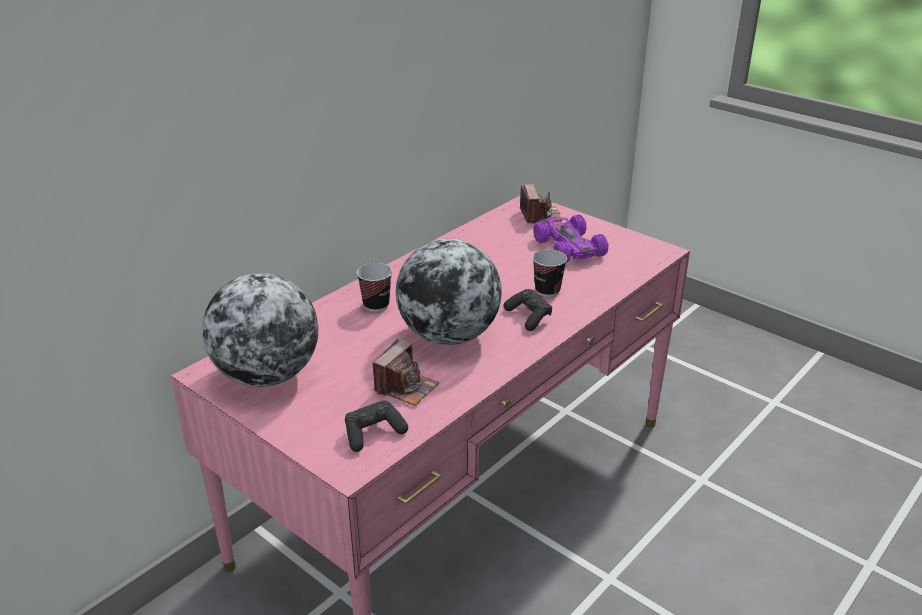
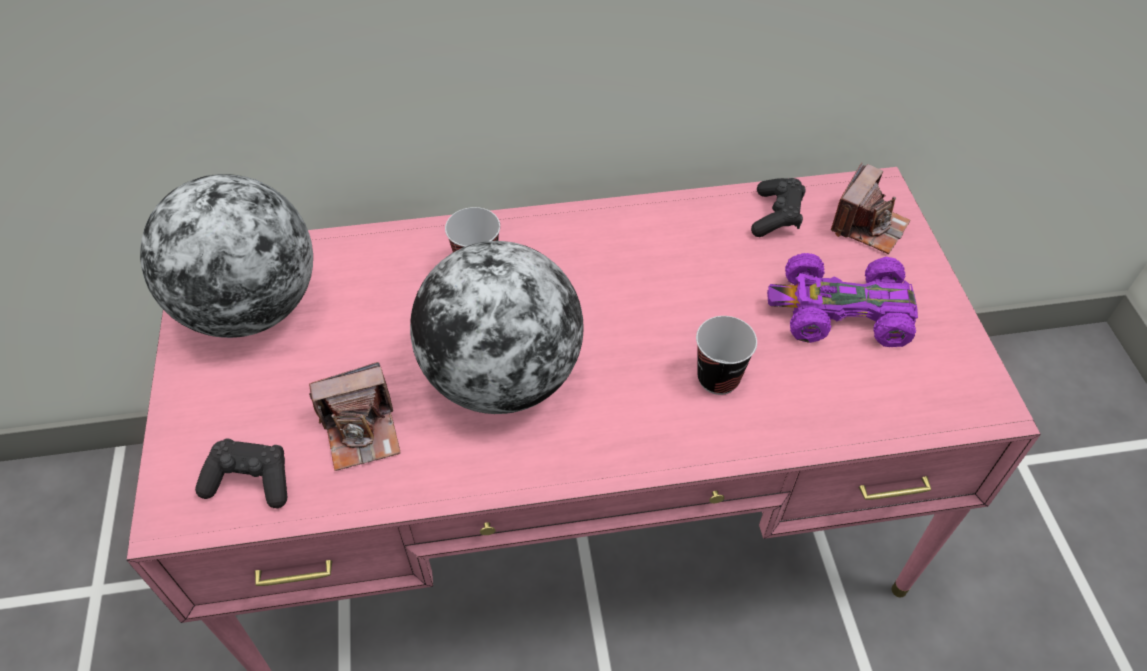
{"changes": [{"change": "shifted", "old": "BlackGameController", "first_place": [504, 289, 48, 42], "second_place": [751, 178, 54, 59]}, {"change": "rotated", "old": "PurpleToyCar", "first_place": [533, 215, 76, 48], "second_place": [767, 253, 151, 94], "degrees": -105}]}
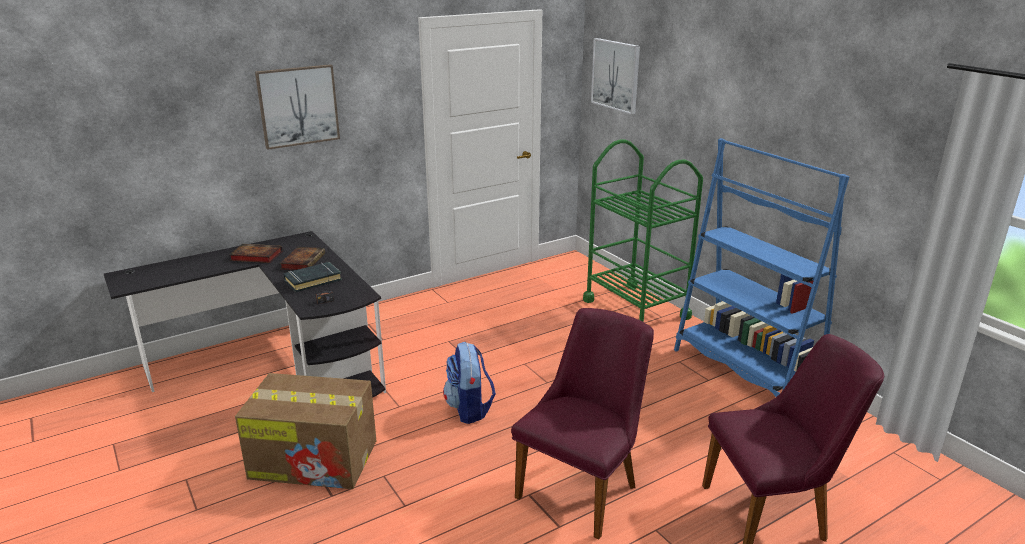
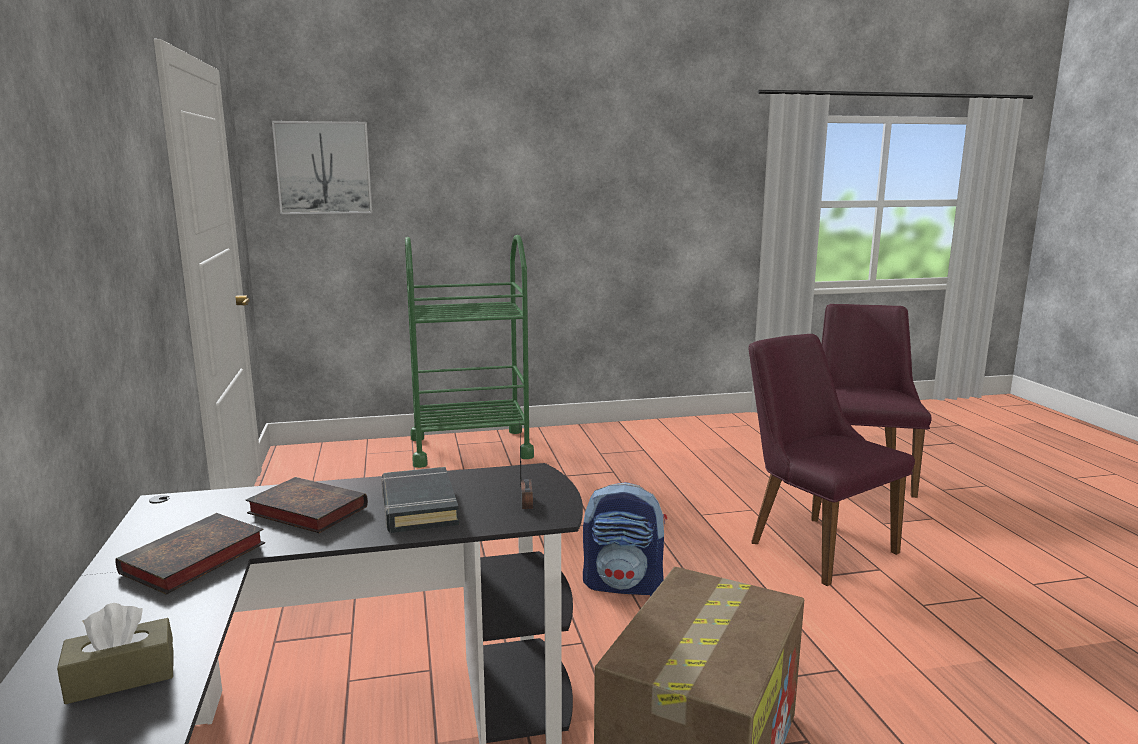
{"changes": [{"change": "gone", "old": "Picture", "first_place": [255, 64, 85, 86]}, {"change": "gone", "old": "BlueBookcase", "first_place": [674, 138, 175, 259]}, {"change": "new", "new": "BrownTissueBox", "second_place": [57, 603, 117, 101]}]}
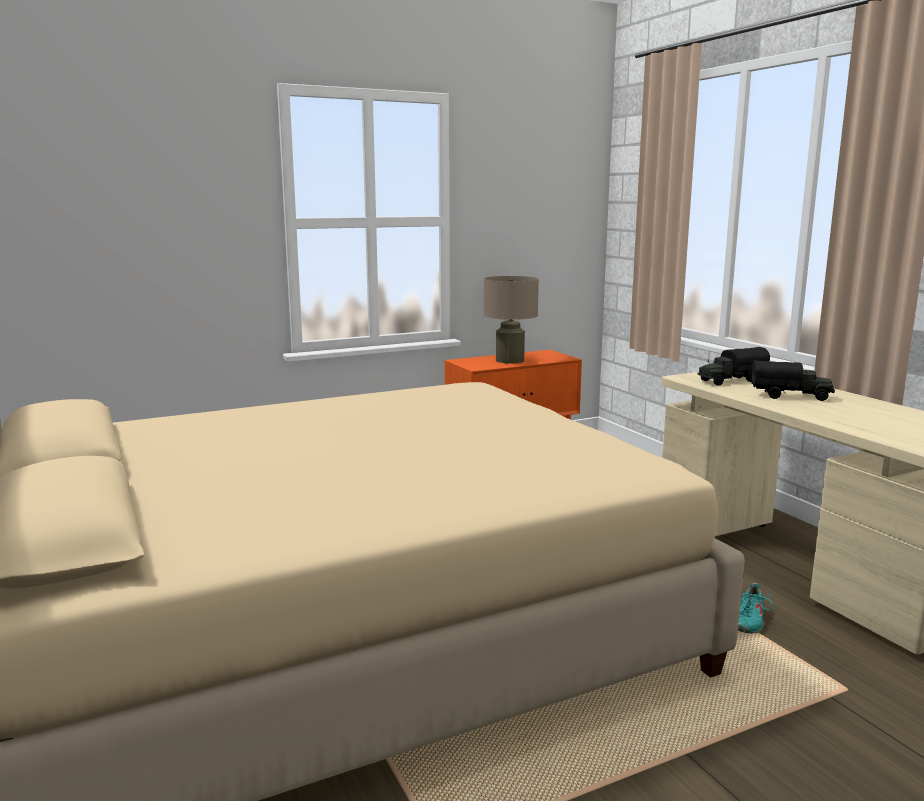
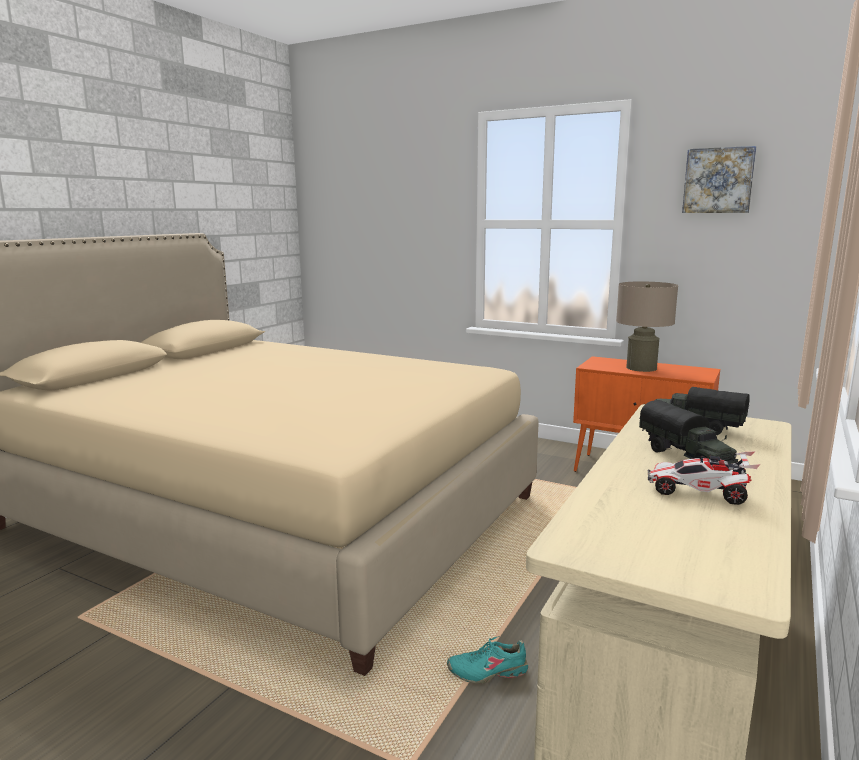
{"changes": [{"change": "new", "new": "ToyCar", "second_place": [648, 451, 113, 54]}, {"change": "new", "new": "Picture", "second_place": [682, 146, 74, 67]}]}
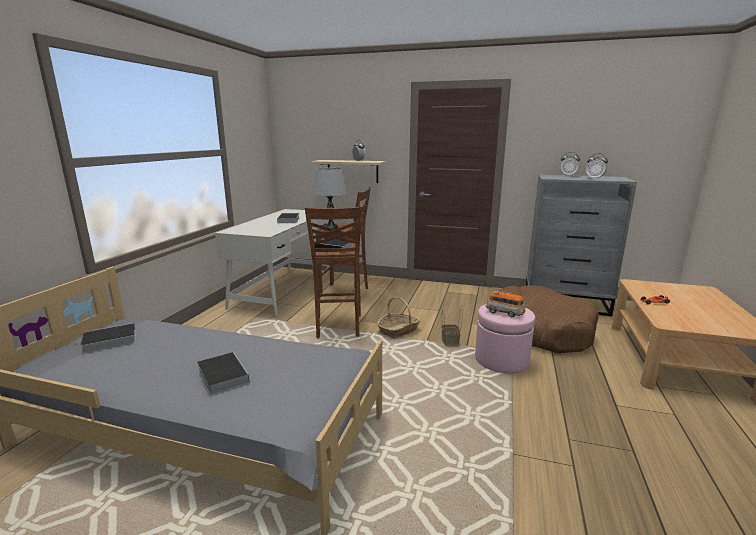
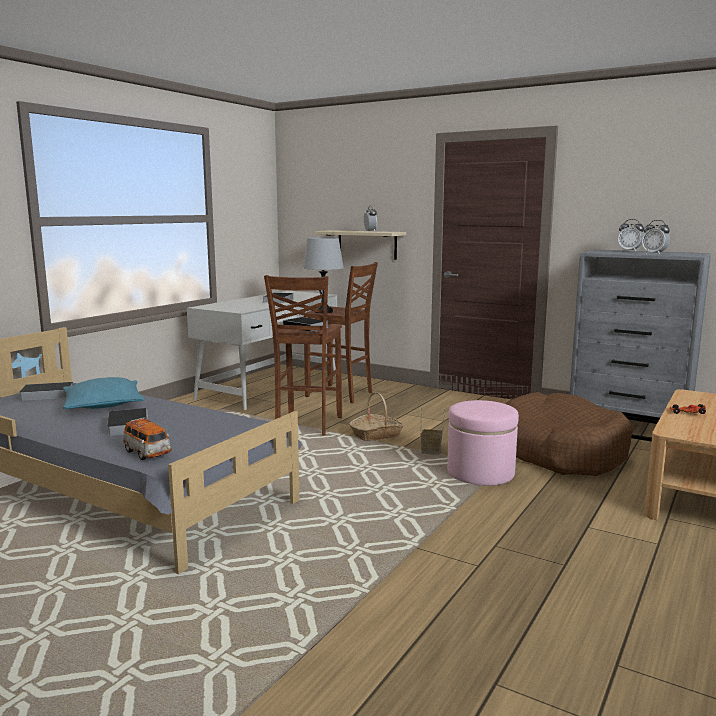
{"changes": [{"change": "shifted", "old": "ToyCar", "first_place": [486, 290, 40, 27], "second_place": [123, 417, 49, 43]}, {"change": "new", "new": "TurquoisePillow", "second_place": [63, 377, 82, 32]}]}
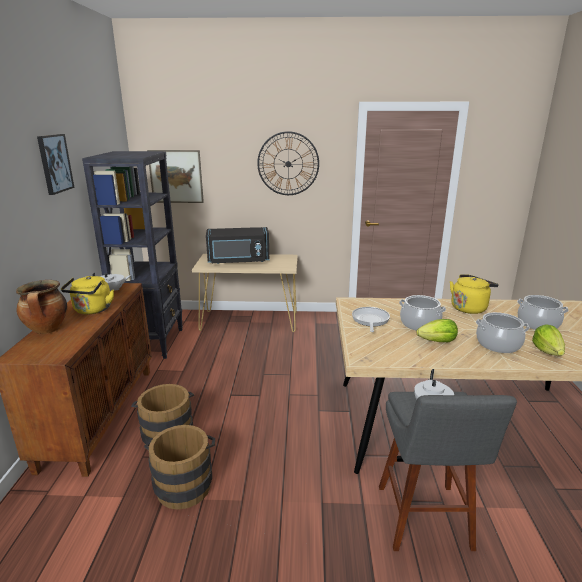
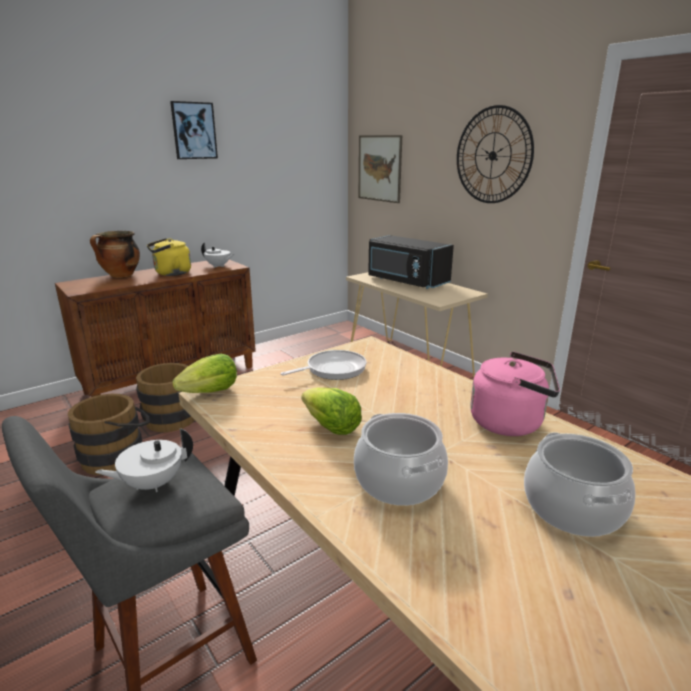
{"changes": [{"change": "gone", "old": "BlackBookcase", "first_place": [82, 151, 101, 208]}, {"change": "gone", "old": "CookingPot", "first_place": [399, 295, 47, 36]}, {"change": "repainted", "old": "YellowKettle", "new": "PinkKettle", "first_place": [450, 274, 49, 40], "second_place": [470, 352, 90, 84]}, {"change": "shifted", "old": "Lettuce", "first_place": [532, 324, 33, 32], "second_place": [172, 354, 65, 39]}]}
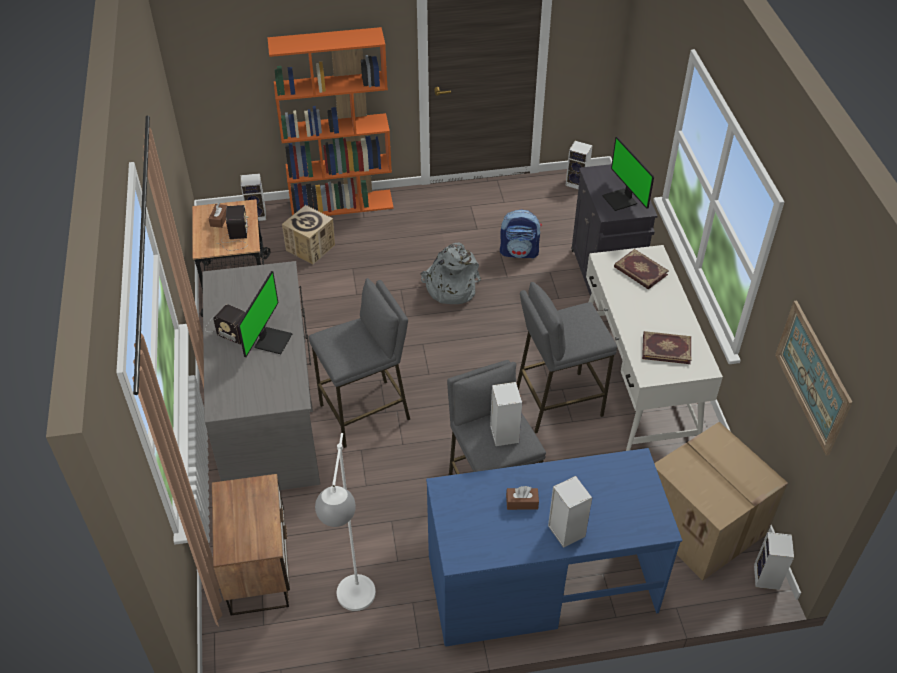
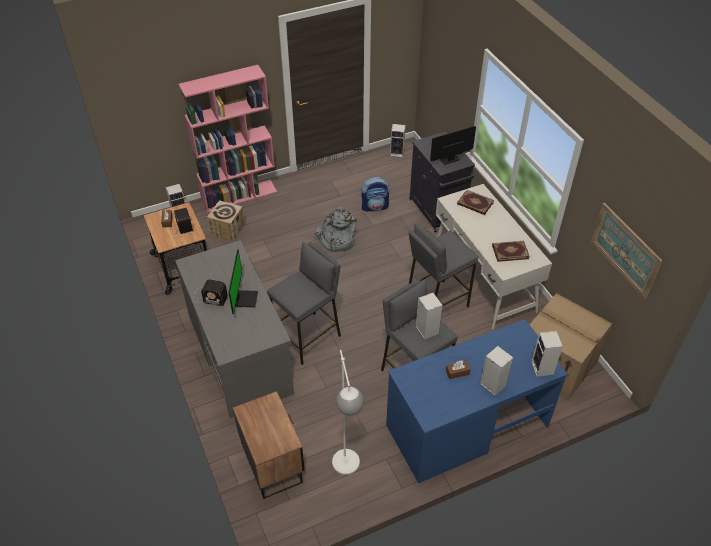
{"changes": [{"change": "repainted", "old": "OrangeBookcase", "new": "PinkBookcase", "first_place": [267, 27, 127, 189], "second_place": [179, 65, 98, 148]}, {"change": "rotated", "old": "Monitor", "first_place": [602, 137, 52, 74], "second_place": [430, 126, 46, 39], "degrees": 105}, {"change": "shifted", "old": "Speaker", "first_place": [754, 532, 40, 58], "second_place": [531, 331, 32, 46]}]}
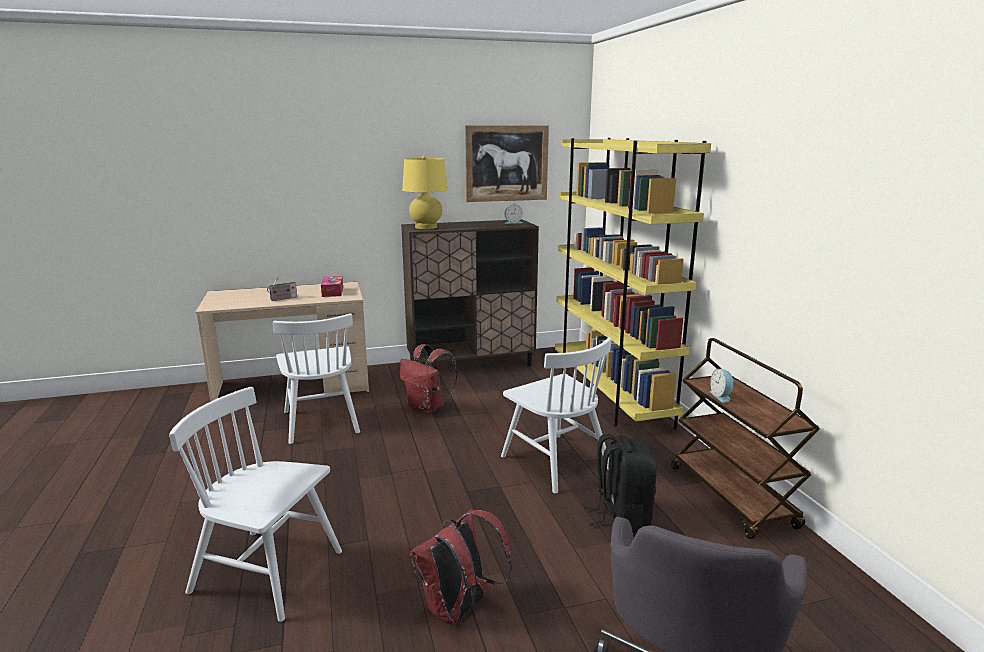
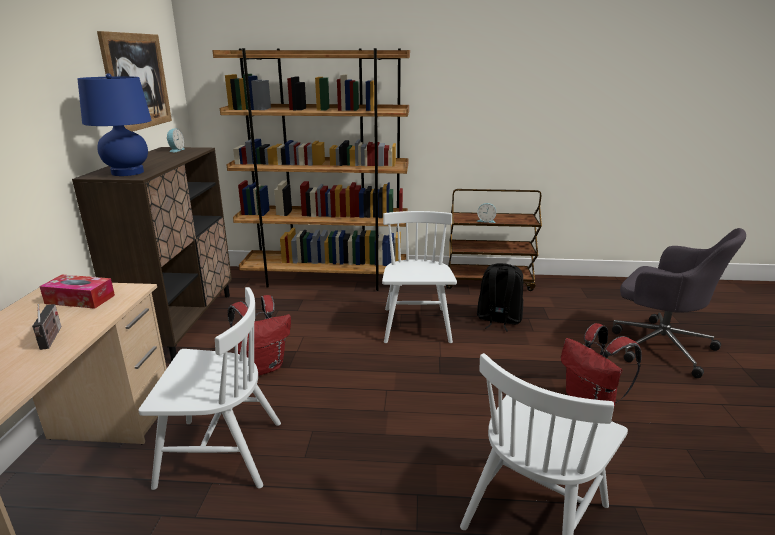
{"changes": [{"change": "repainted", "old": "YellowTableLamp", "new": "BlueTableLamp", "first_place": [402, 156, 46, 73], "second_place": [78, 73, 74, 103]}, {"change": "rotated", "old": "WhiteChair", "first_place": [501, 337, 111, 157], "second_place": [382, 211, 75, 132], "degrees": -75}, {"change": "repainted", "old": "YellowBookcase", "new": "BrownBookcase", "first_place": [555, 138, 156, 291], "second_place": [212, 48, 198, 243]}]}
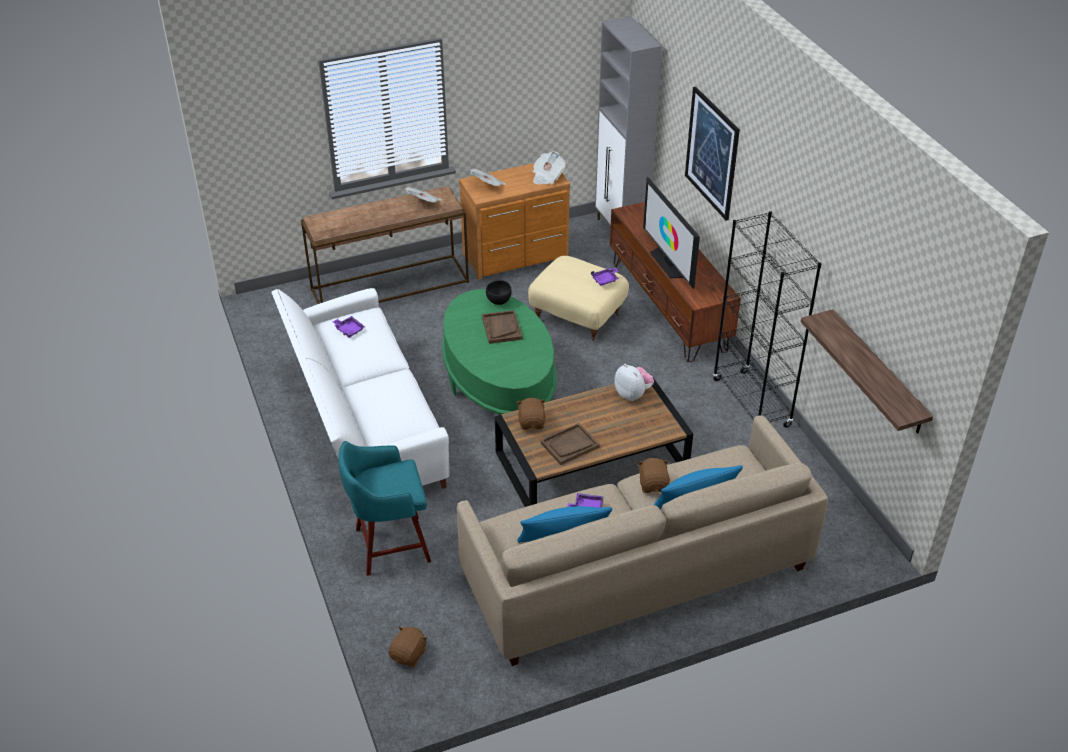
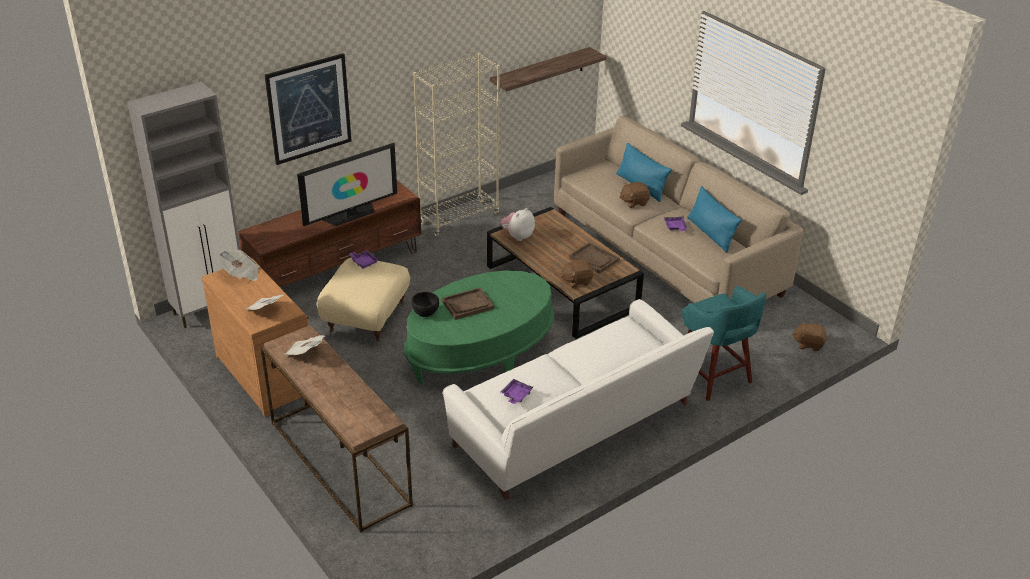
{"changes": [{"change": "repainted", "old": "BlackBookcase", "new": "BeigeBookcase", "first_place": [713, 211, 109, 217], "second_place": [413, 53, 87, 184]}]}
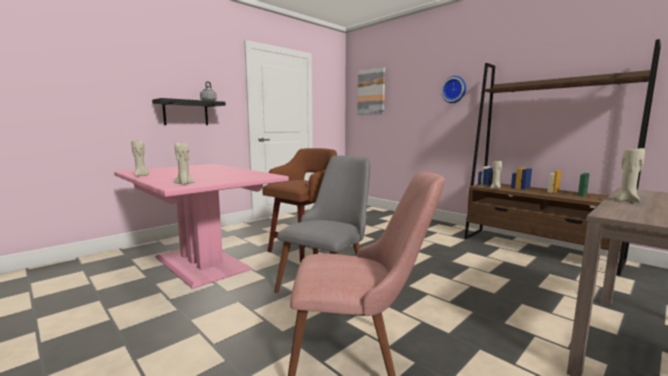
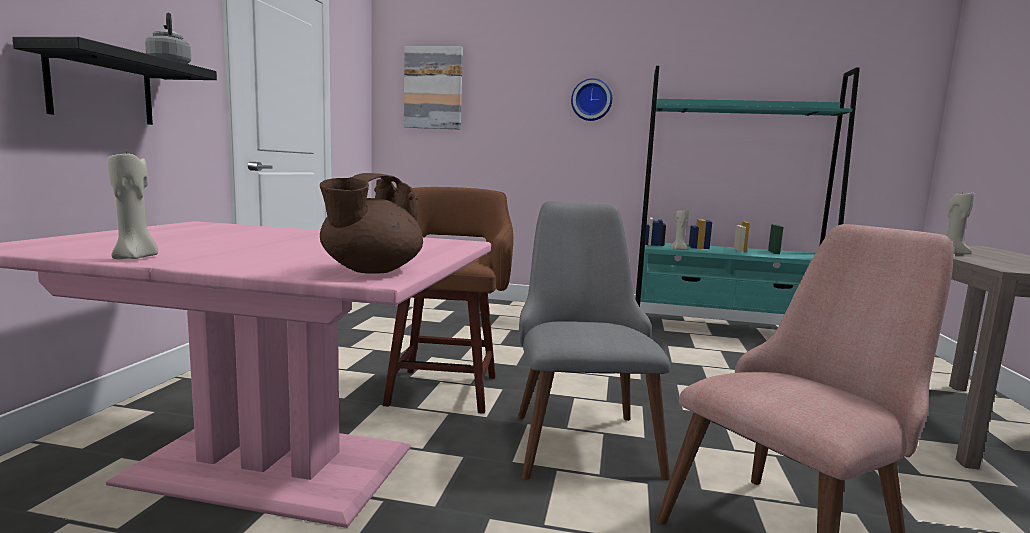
{"changes": [{"change": "swapped", "old": "BeigeCandle", "new": "BrownTeapot", "first_place": [174, 141, 21, 44], "second_place": [320, 173, 103, 101]}, {"change": "repainted", "old": "BrownBookcase", "new": "TurquoiseBookcase", "first_place": [464, 39, 197, 237], "second_place": [635, 66, 225, 248]}]}
